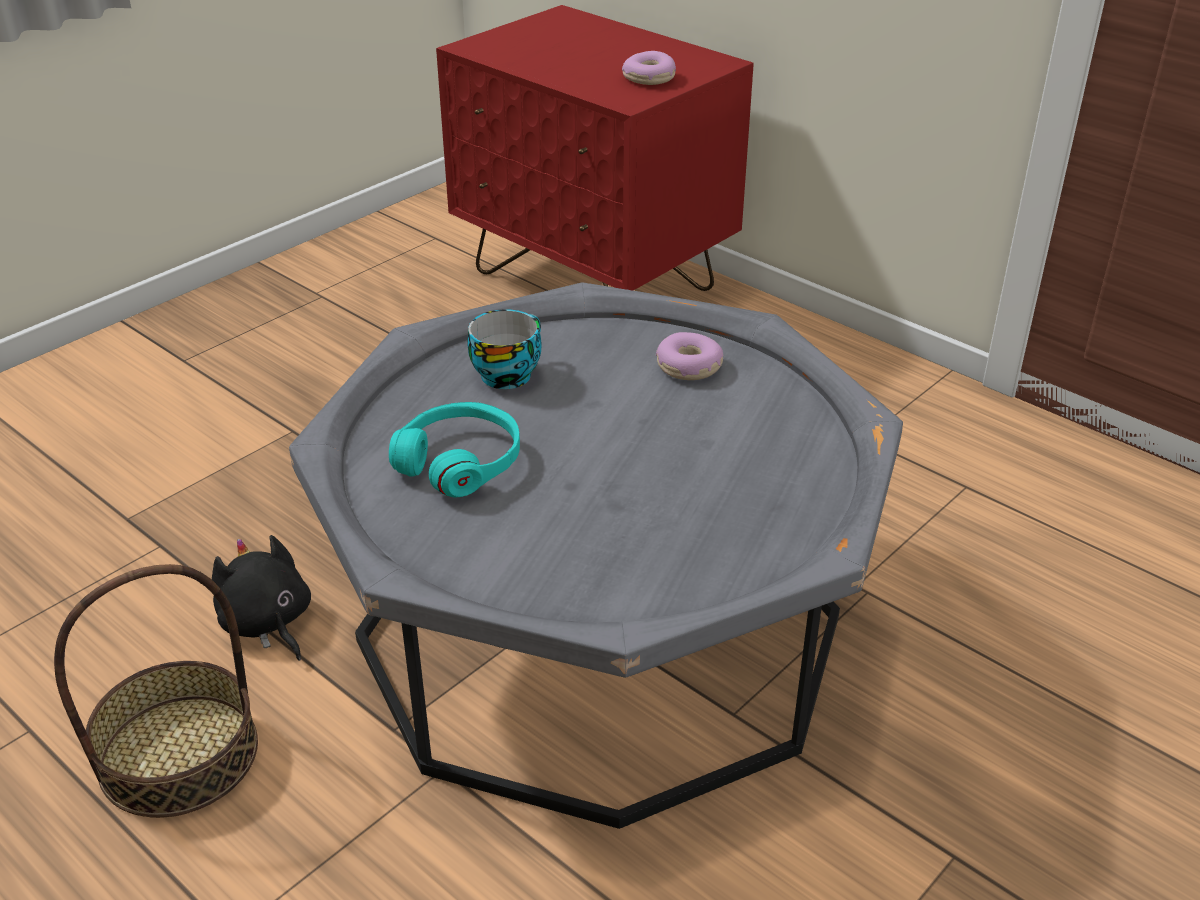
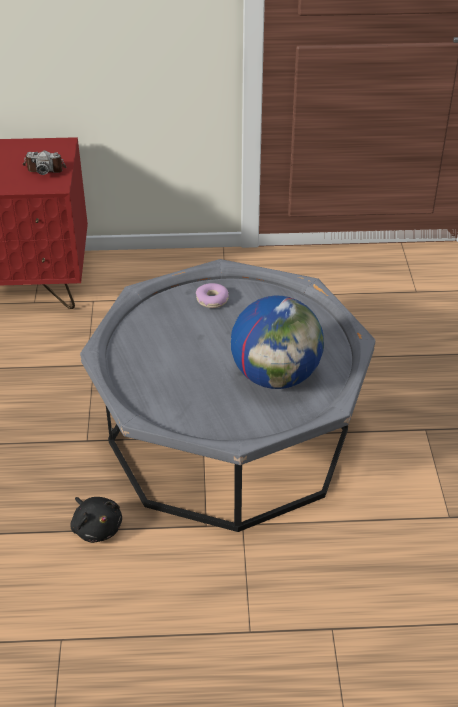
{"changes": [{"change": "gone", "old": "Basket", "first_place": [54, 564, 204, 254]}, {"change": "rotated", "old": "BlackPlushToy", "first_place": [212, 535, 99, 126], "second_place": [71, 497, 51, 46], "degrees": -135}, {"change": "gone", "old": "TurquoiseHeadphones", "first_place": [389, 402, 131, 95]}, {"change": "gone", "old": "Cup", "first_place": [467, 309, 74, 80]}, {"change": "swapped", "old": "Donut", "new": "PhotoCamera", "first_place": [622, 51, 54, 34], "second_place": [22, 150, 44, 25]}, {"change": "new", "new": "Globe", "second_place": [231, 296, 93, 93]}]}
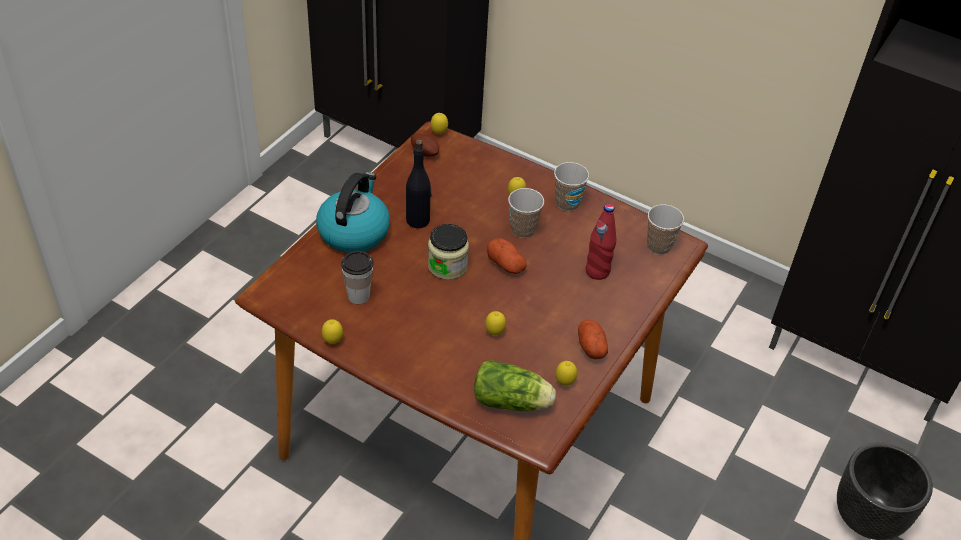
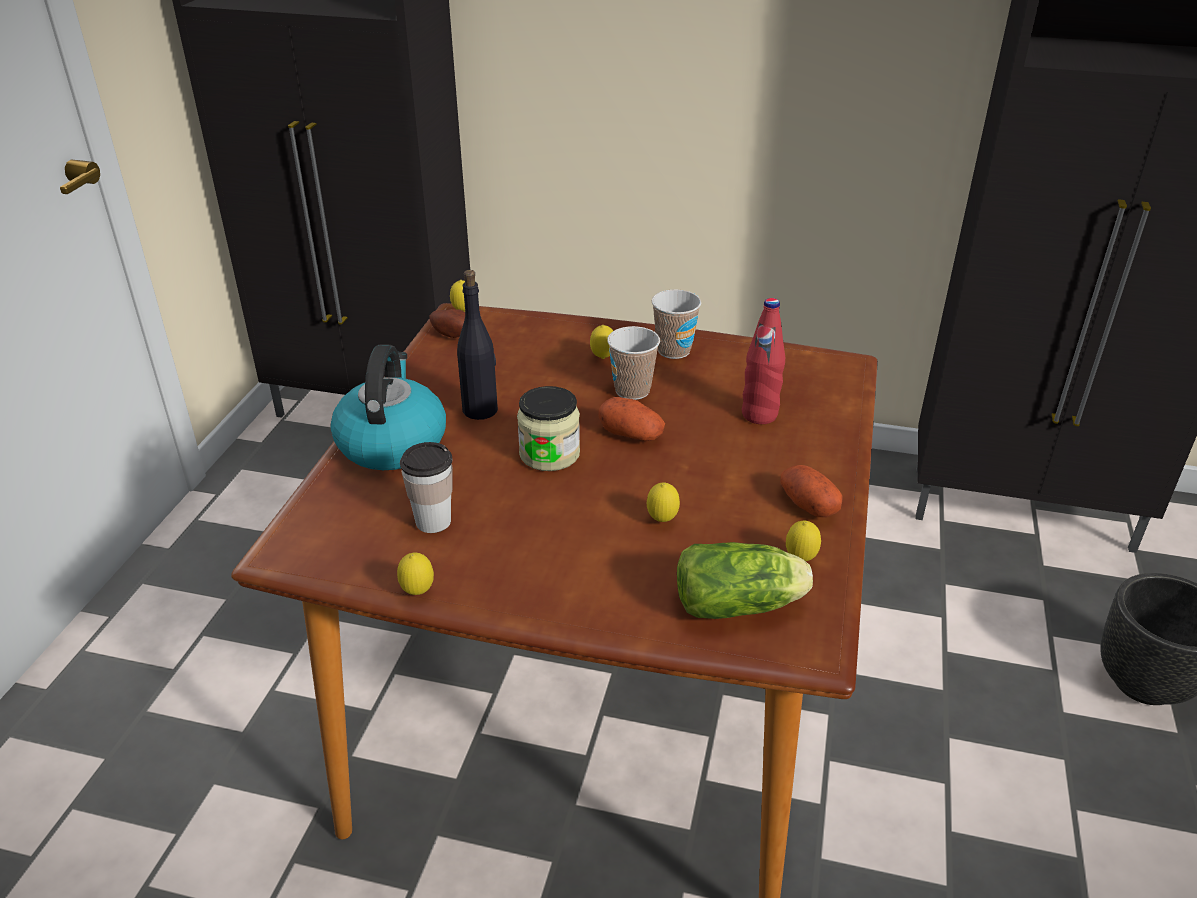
{"changes": [{"change": "gone", "old": "Cup", "first_place": [647, 204, 37, 51]}]}
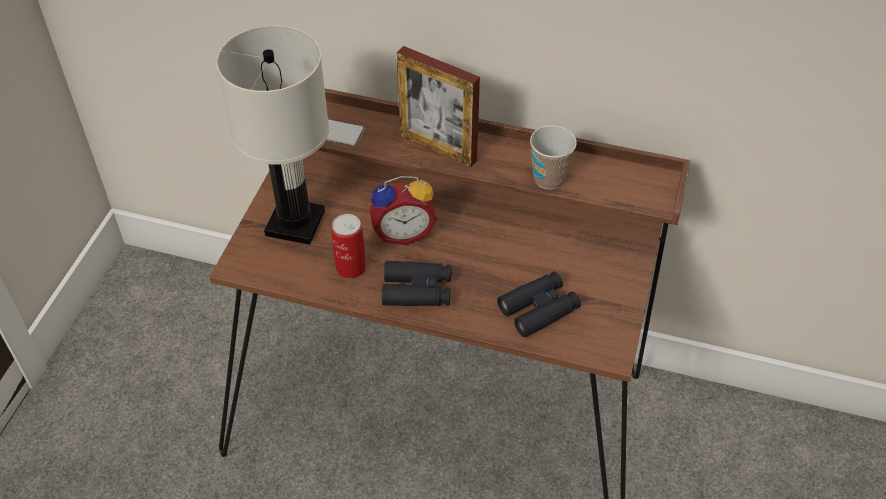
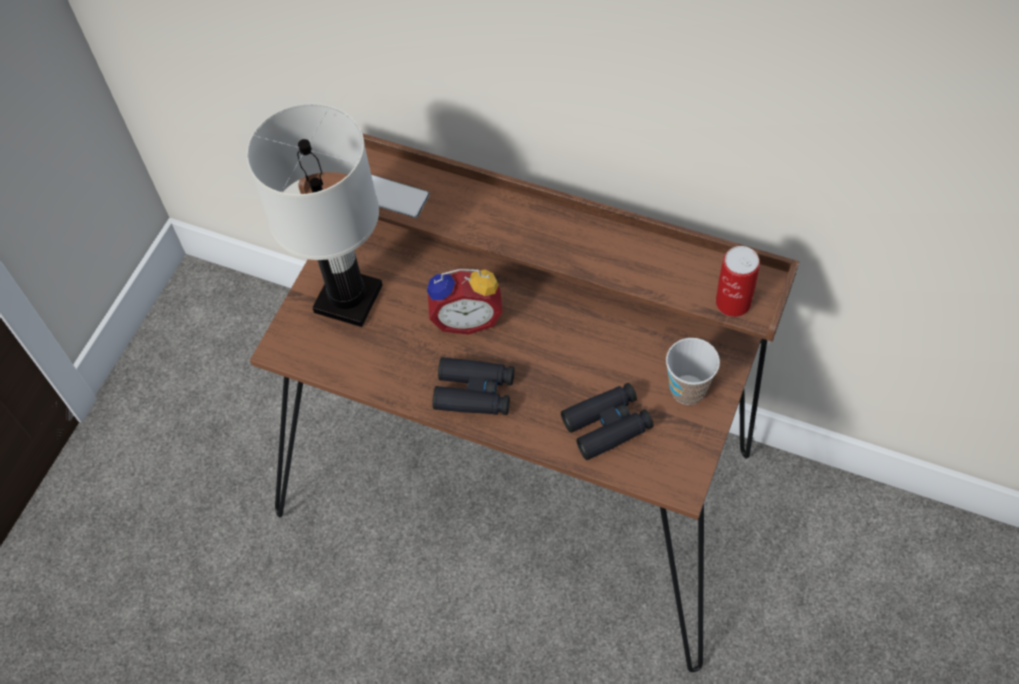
{"changes": [{"change": "shifted", "old": "Can", "first_place": [331, 214, 35, 65], "second_place": [716, 246, 44, 71]}, {"change": "gone", "old": "PictureFrame", "first_place": [397, 46, 83, 121]}, {"change": "shifted", "old": "Cup", "first_place": [530, 125, 47, 65], "second_place": [666, 338, 54, 67]}]}
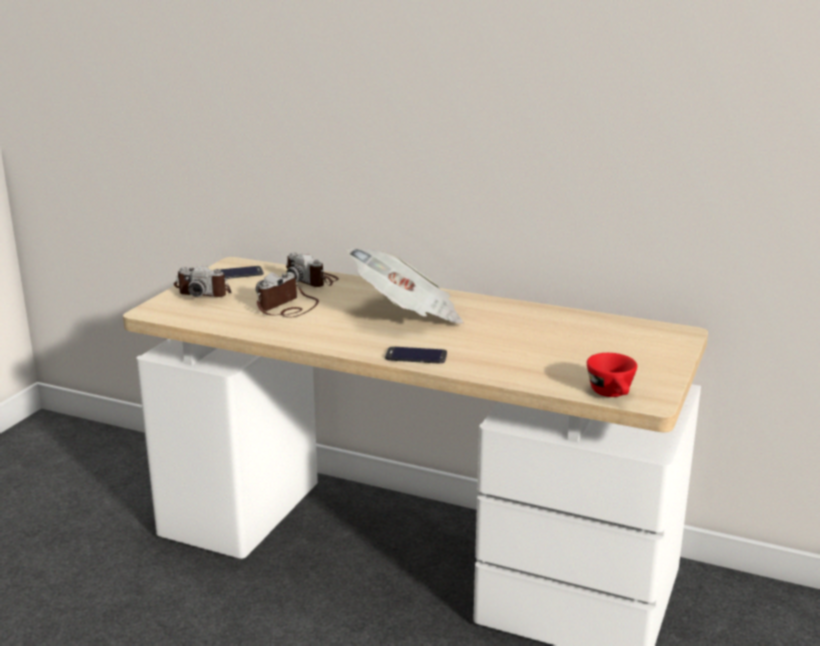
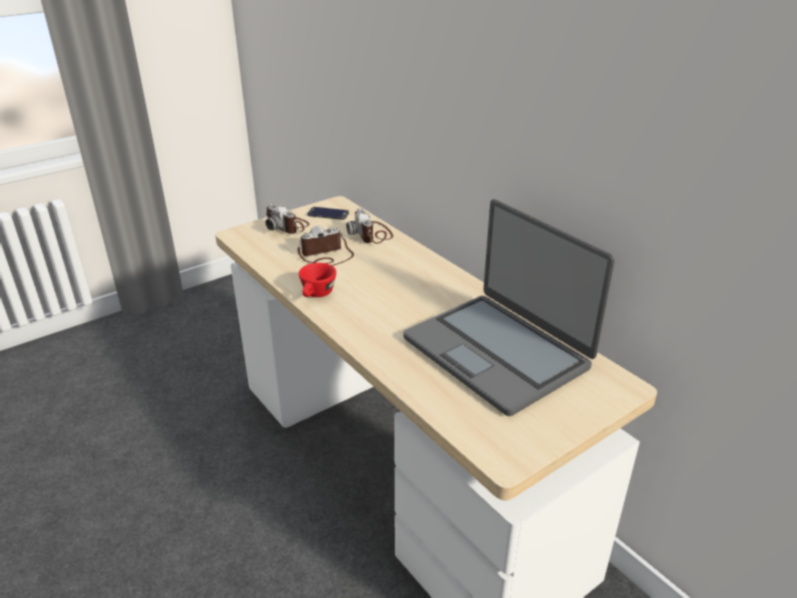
{"changes": [{"change": "gone", "old": "Newspaper", "first_place": [347, 248, 116, 76]}, {"change": "gone", "old": "Phone", "first_place": [385, 347, 62, 17]}, {"change": "shifted", "old": "RedCup", "first_place": [587, 353, 50, 44], "second_place": [299, 263, 37, 34]}, {"change": "new", "new": "Laptop", "second_place": [404, 199, 211, 217]}]}
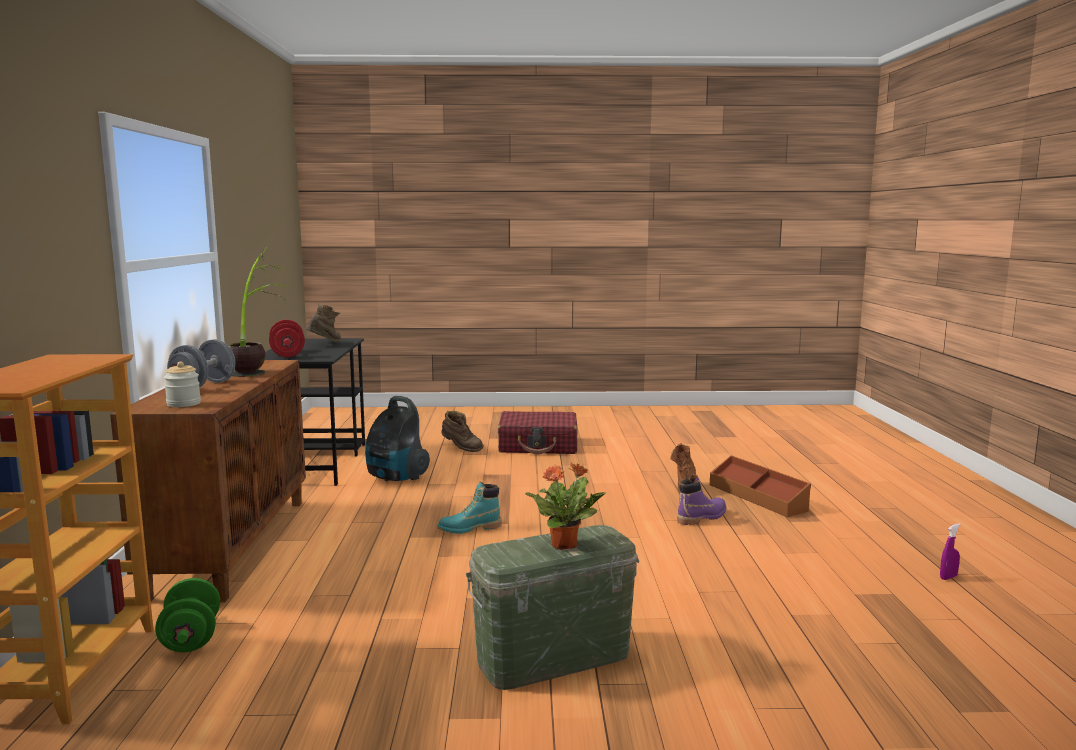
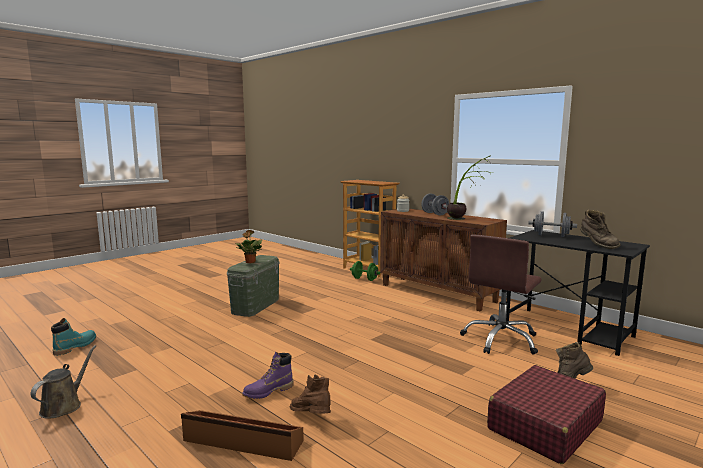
{"changes": [{"change": "repainted", "old": "RedDumbbell", "new": "GreyDumbbell", "first_place": [269, 320, 36, 37], "second_place": [528, 211, 49, 26]}, {"change": "swapped", "old": "VacuumCleaner", "new": "BrownOfficeChair", "first_place": [365, 396, 65, 86], "second_place": [460, 234, 82, 121]}, {"change": "shifted", "old": "TurquoiseBoot", "first_place": [437, 481, 64, 53], "second_place": [51, 318, 45, 38]}, {"change": "rotated", "old": "PurpleBoot", "first_place": [677, 474, 49, 51], "second_place": [242, 352, 52, 47], "degrees": 45}, {"change": "swapped", "old": "PurpleSprayBottle", "new": "BrownWateringCan", "first_place": [940, 523, 21, 57], "second_place": [31, 345, 65, 74]}]}
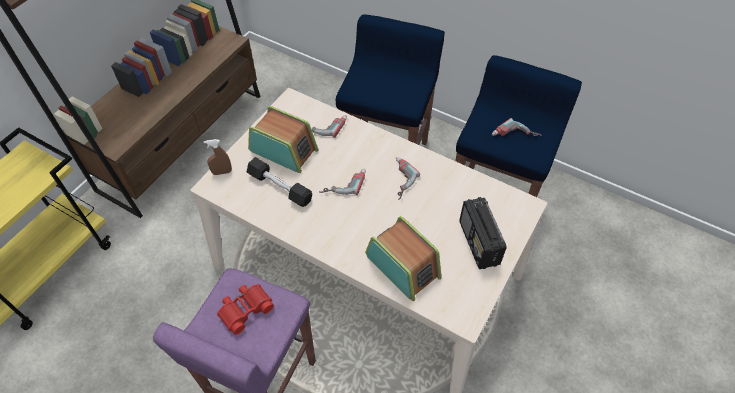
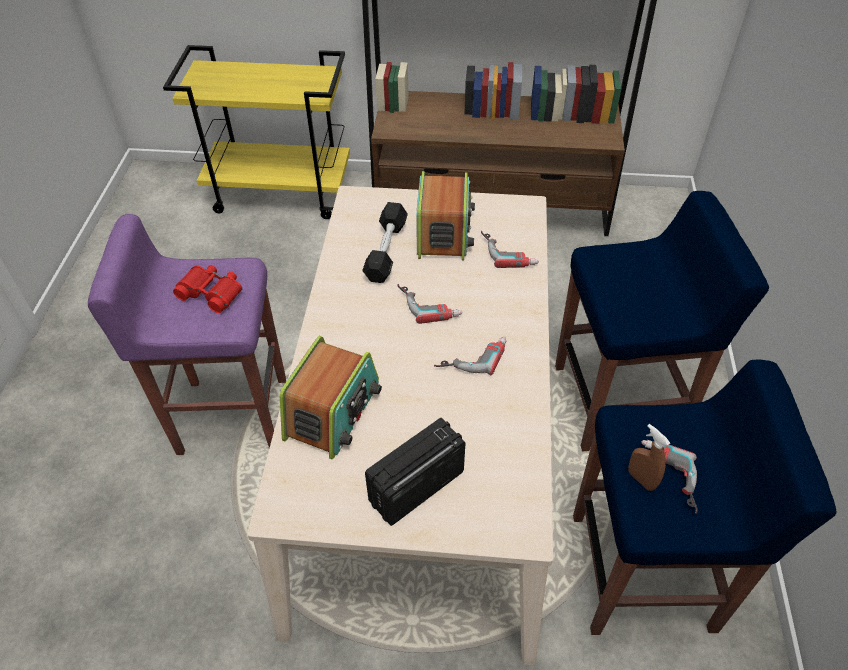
{"changes": [{"change": "shifted", "old": "BrownSprayBottle", "first_place": [203, 139, 29, 36], "second_place": [628, 424, 42, 67]}]}
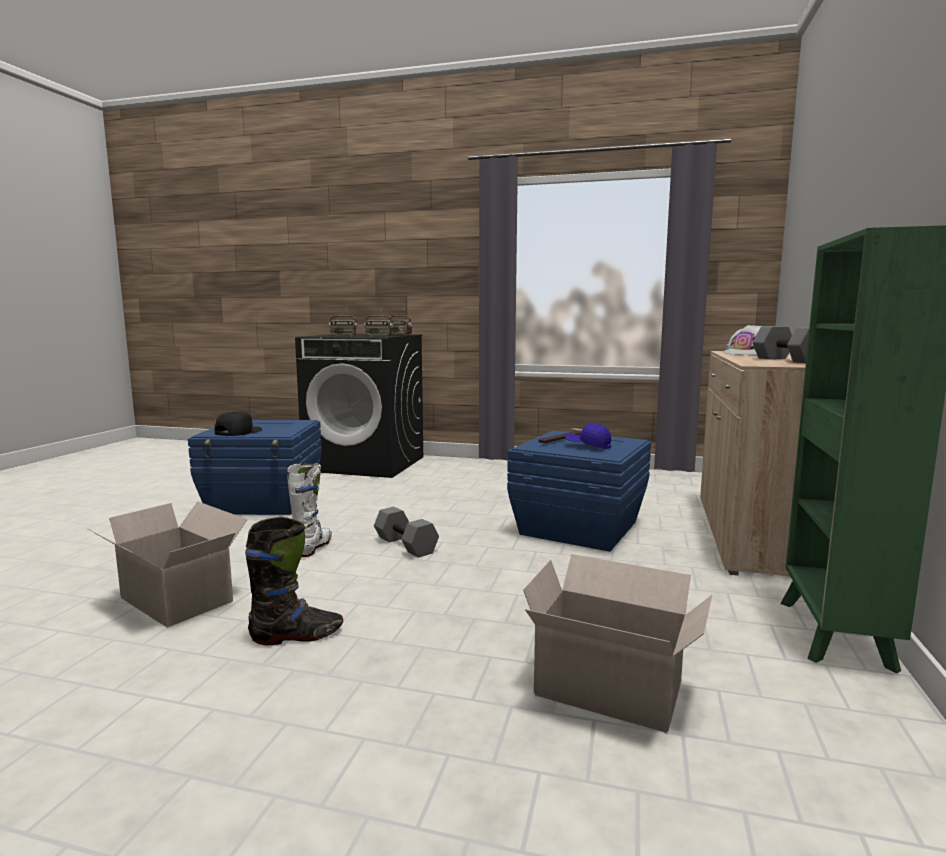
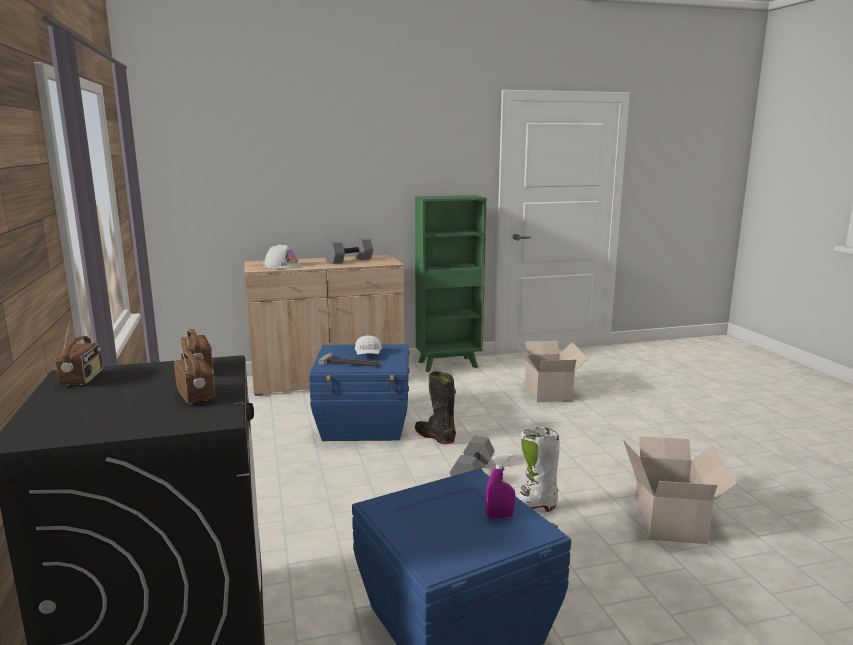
{"changes": [{"change": "swapped", "old": "BlackCap", "new": "PurpleSprayBottle", "first_place": [215, 412, 47, 24], "second_place": [485, 454, 30, 65]}, {"change": "shifted", "old": "BlackBoot", "first_place": [245, 517, 98, 128], "second_place": [415, 371, 41, 73]}, {"change": "repainted", "old": "BlueCap", "new": "WhiteCap", "first_place": [565, 423, 46, 26], "second_place": [355, 335, 27, 20]}]}
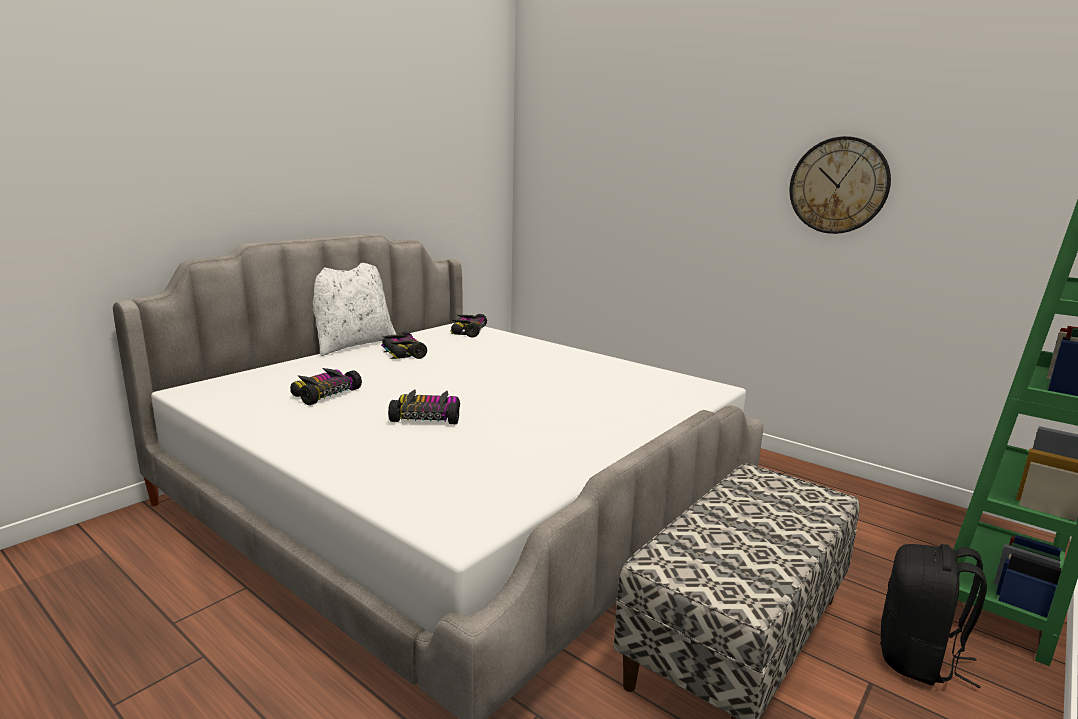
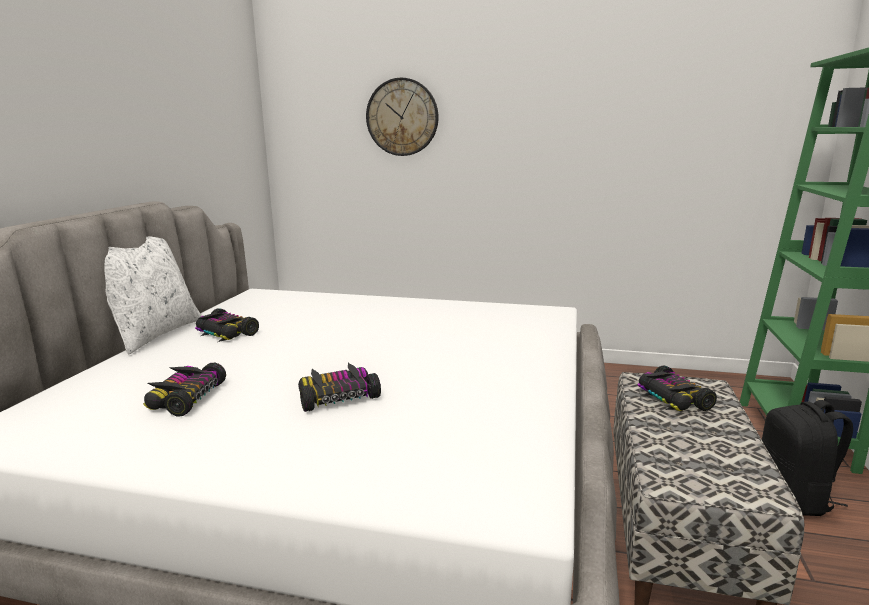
{"changes": [{"change": "shifted", "old": "ToyCar", "first_place": [450, 314, 37, 24], "second_place": [637, 365, 80, 46]}, {"change": "shifted", "old": "WallClock", "first_place": [790, 136, 101, 98], "second_place": [366, 78, 72, 78]}]}
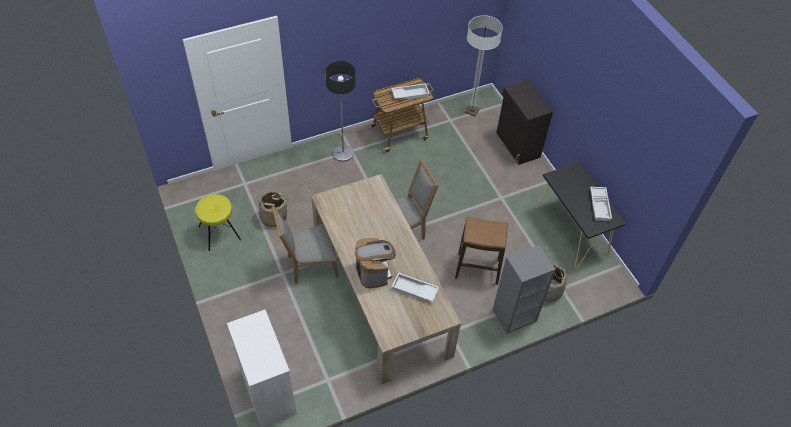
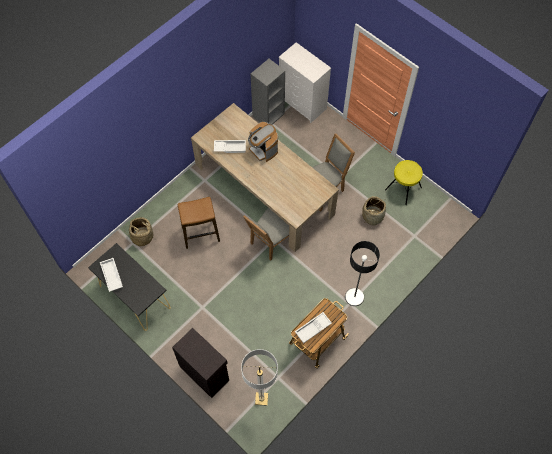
{"changes": [{"change": "shifted", "old": "GreyBookcase", "first_place": [492, 245, 64, 89], "second_place": [251, 59, 34, 66]}]}
